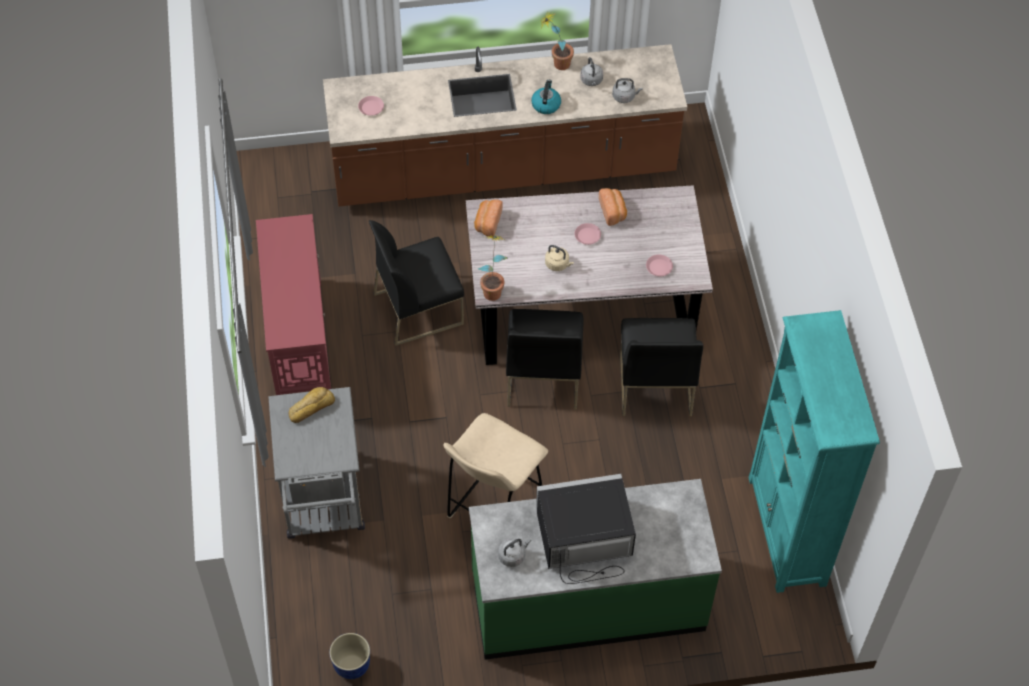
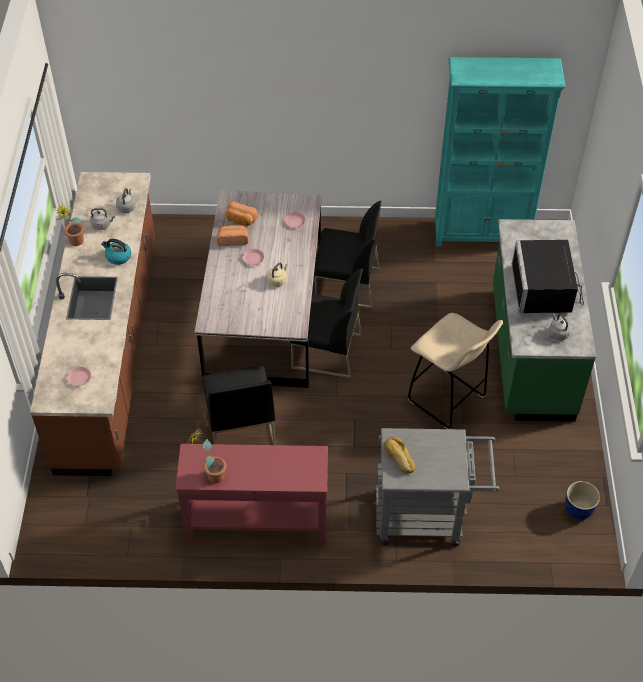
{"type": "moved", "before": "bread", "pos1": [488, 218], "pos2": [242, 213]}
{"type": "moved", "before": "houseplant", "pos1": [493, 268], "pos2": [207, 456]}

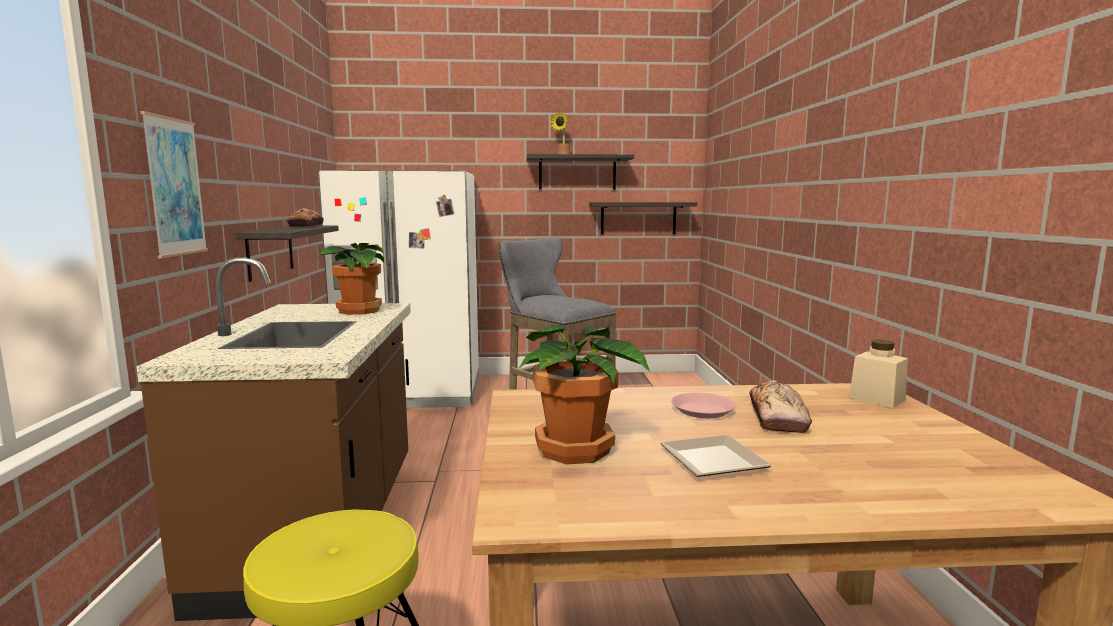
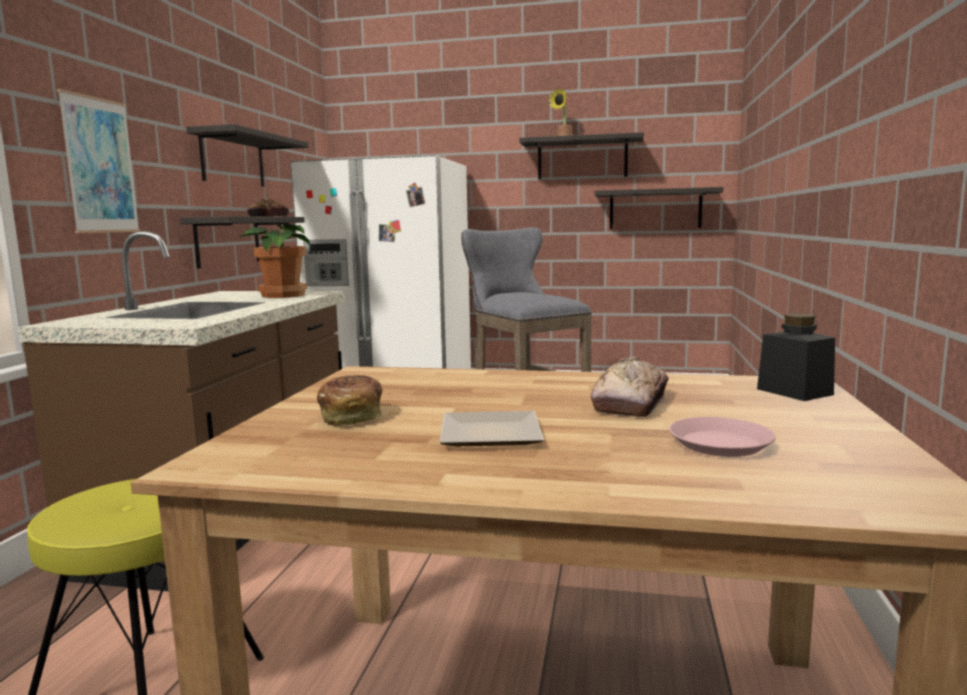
{"type": "added", "after": "bracket shelf", "pos2": [247, 155]}
{"type": "moved", "before": "pinkish flat dish", "pos1": [703, 405], "pos2": [722, 437]}
{"type": "replaced", "before": "houseplant", "after": "bread", "pos1": [584, 394], "pos2": [349, 400]}
{"type": "recoloured", "before": "sand-coloured preserve jar", "after": "black-coloured preserve jar", "pos1": [878, 373], "pos2": [796, 357]}

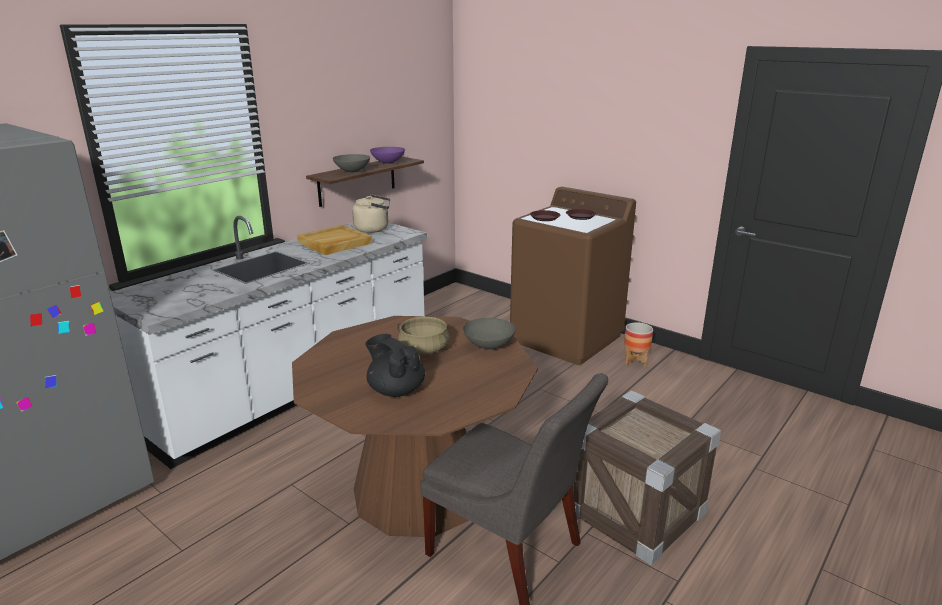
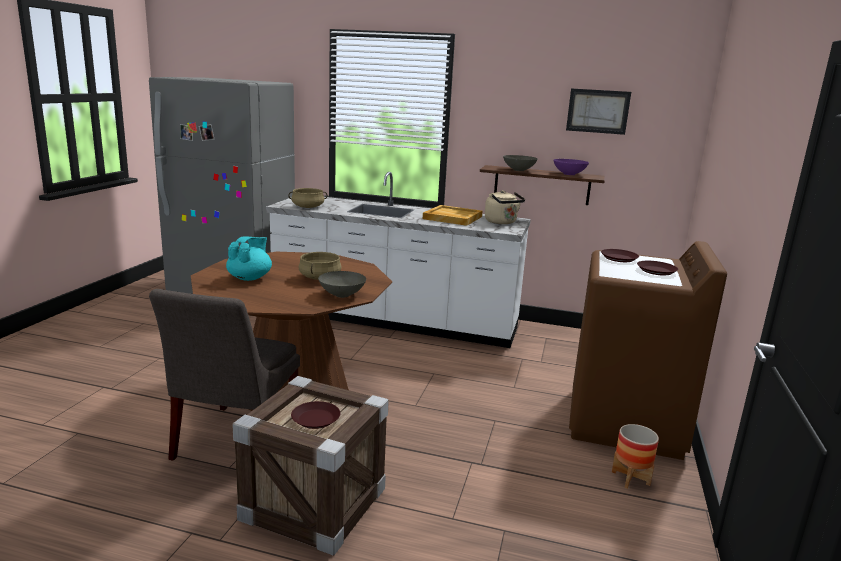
{"type": "added", "after": "sand-coloured saucepot", "pos2": [308, 198]}
{"type": "added", "after": "brownish flat dish", "pos2": [315, 415]}
{"type": "added", "after": "wall art", "pos2": [598, 111]}
{"type": "recoloured", "before": "black-coloured pot for tea", "after": "blue-green pot for tea", "pos1": [395, 365], "pos2": [249, 258]}

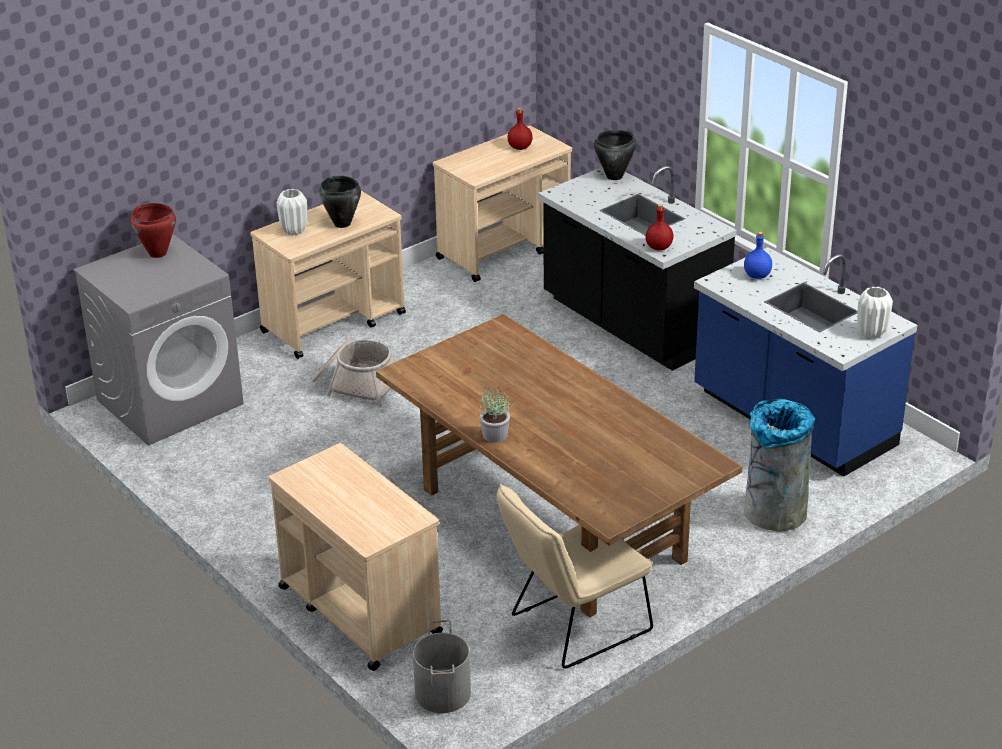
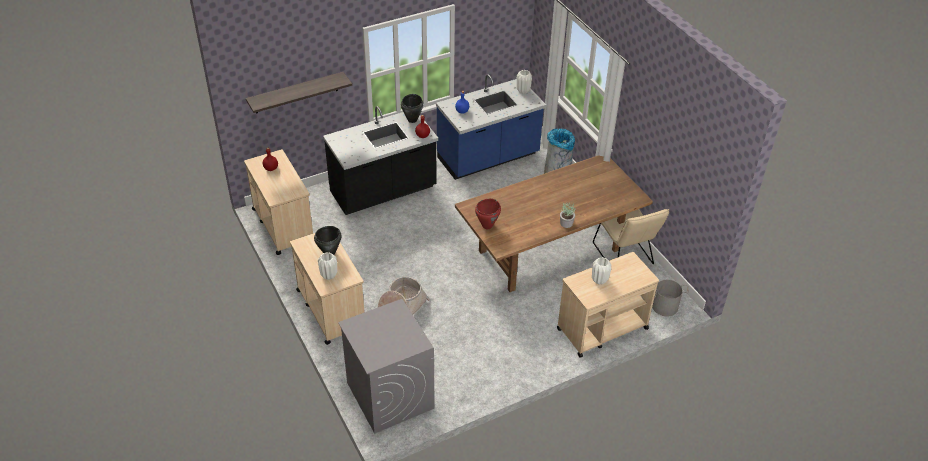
{"type": "added", "after": "bracket shelf", "pos2": [299, 93]}
{"type": "added", "after": "white vase", "pos2": [601, 271]}
{"type": "moved", "before": "reddish saucepot", "pos1": [153, 230], "pos2": [488, 214]}
{"type": "moved", "before": "black-coloured saucepot", "pos1": [615, 155], "pos2": [412, 108]}

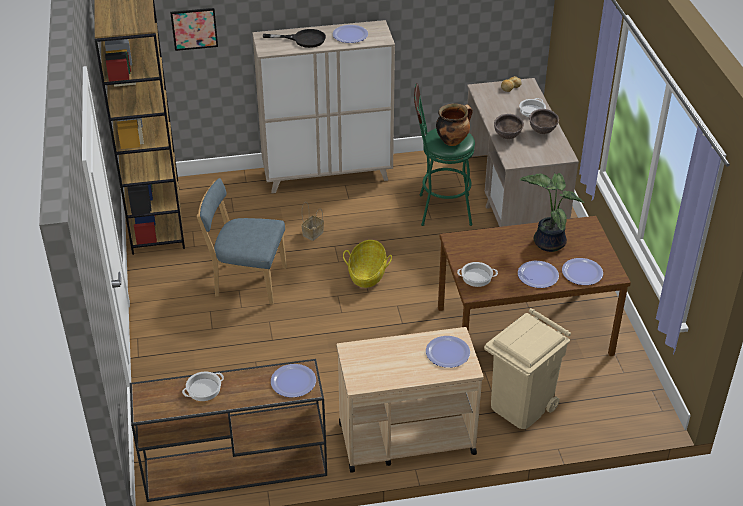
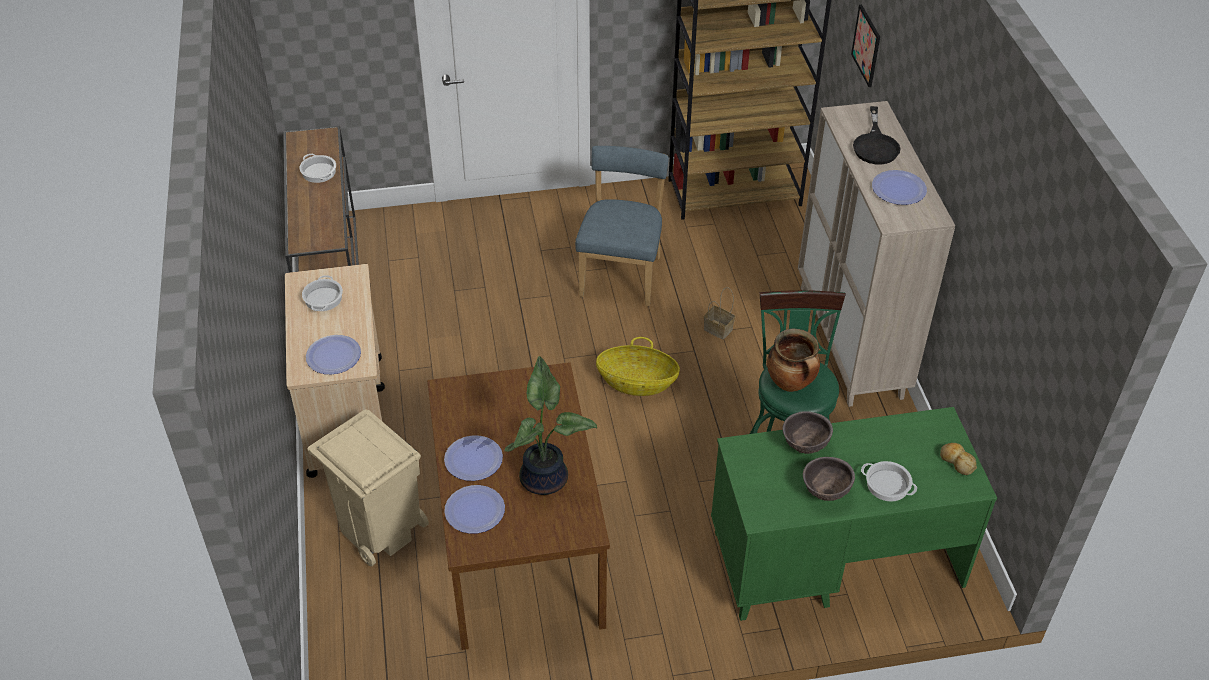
{"type": "removed", "before": "flat dish", "pos1": [293, 380]}
{"type": "moved", "before": "saucepot", "pos1": [477, 274], "pos2": [322, 293]}
{"type": "recoloured", "before": "sand-coloured desk", "after": "greenish desk", "pos1": [523, 152], "pos2": [854, 514]}

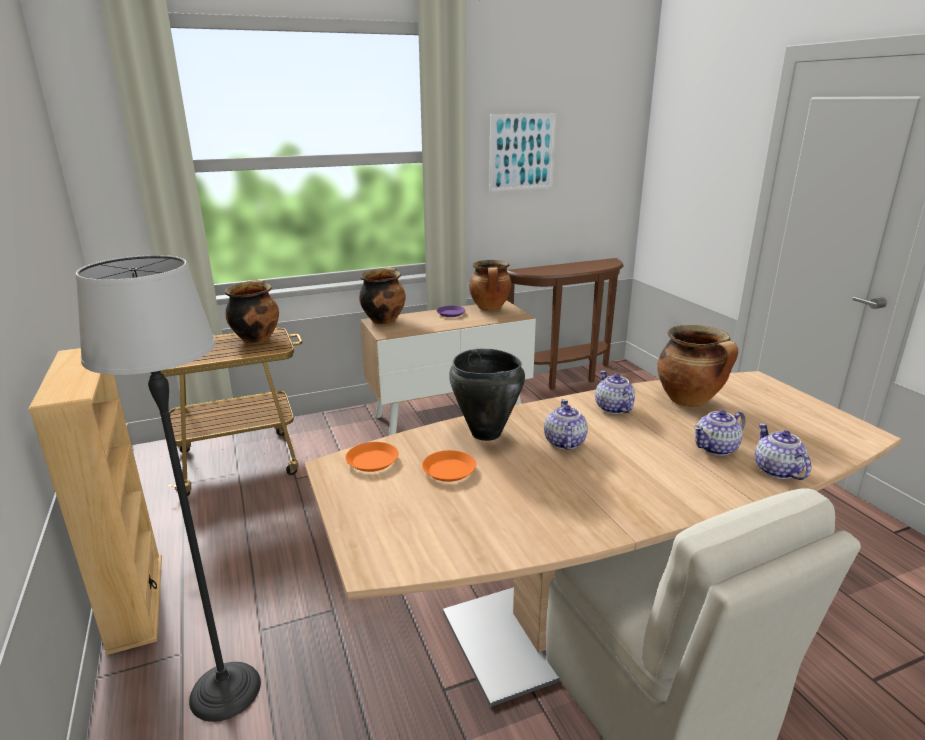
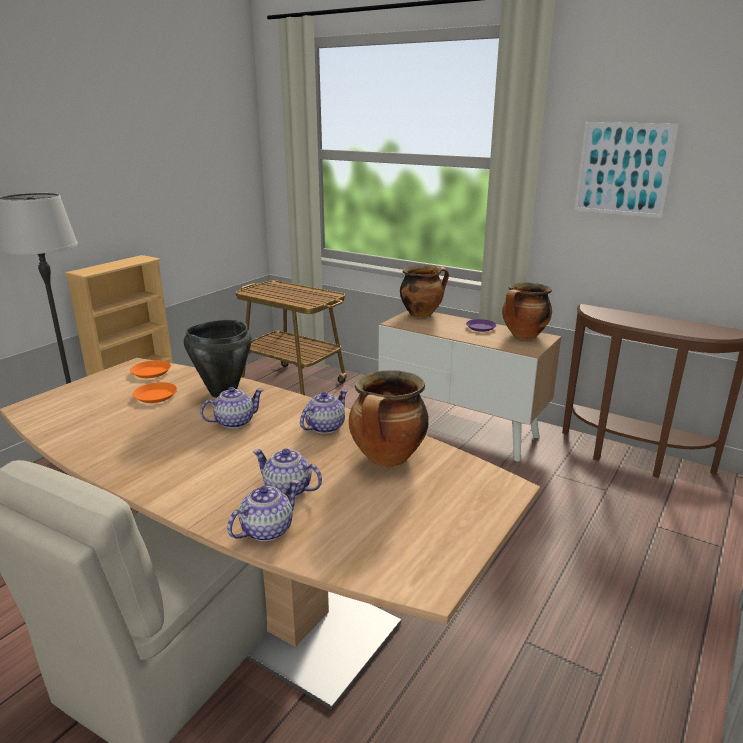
{"type": "removed", "before": "saucepot", "pos1": [252, 312]}

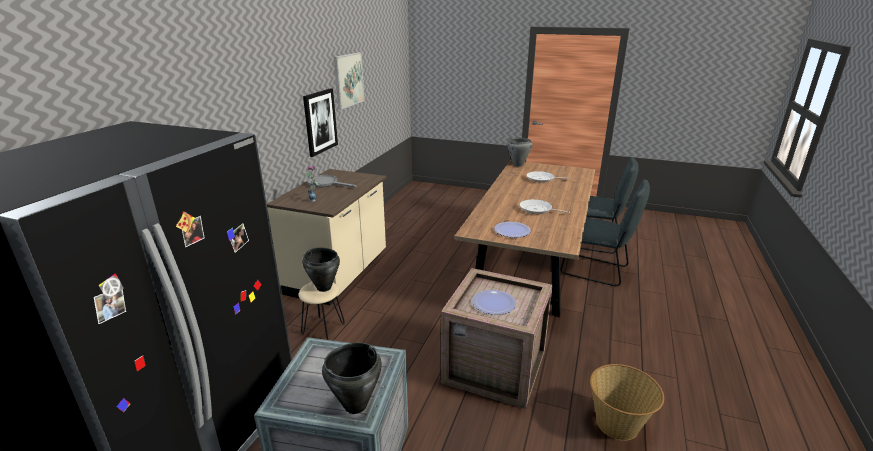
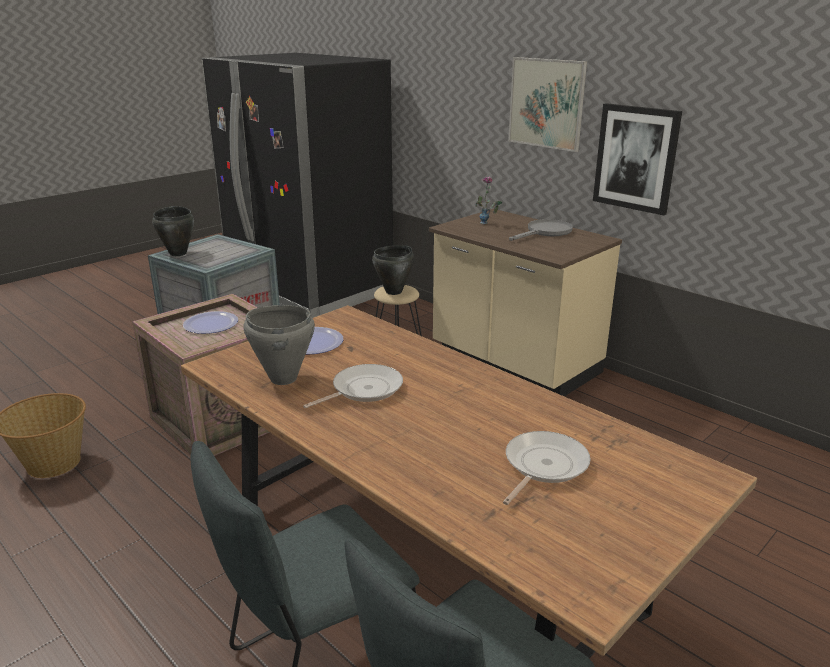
{"type": "moved", "before": "wall art", "pos1": [349, 81], "pos2": [547, 104]}
{"type": "moved", "before": "greyish saucepot", "pos1": [519, 152], "pos2": [279, 345]}

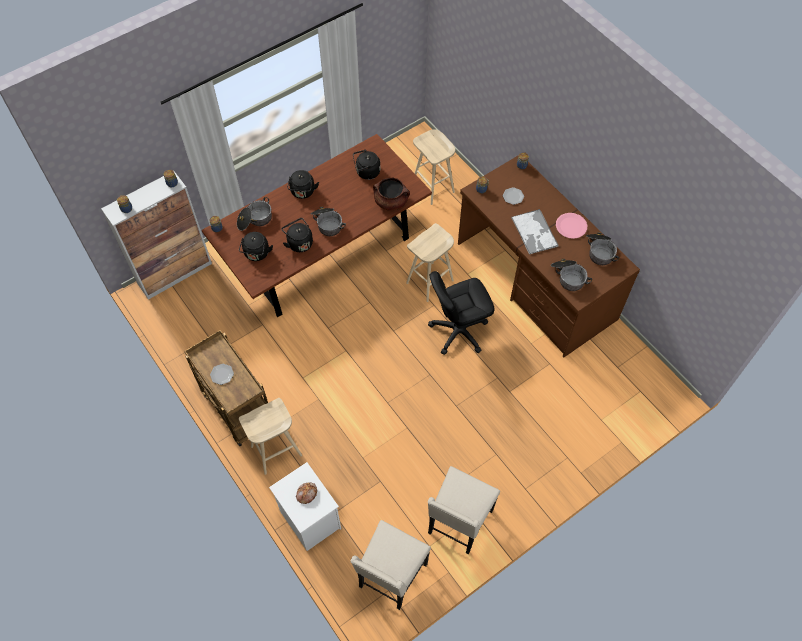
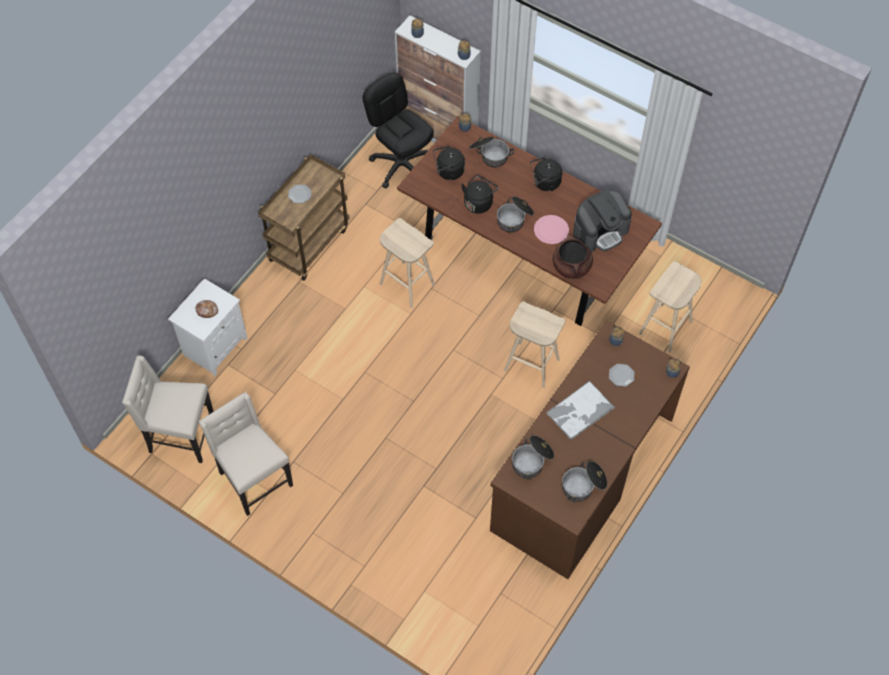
{"type": "moved", "before": "sand-coloured stool", "pos1": [270, 436], "pos2": [407, 263]}
{"type": "moved", "before": "black-coloured office chair", "pos1": [461, 313], "pos2": [398, 130]}
{"type": "moved", "before": "pinkish flat dish", "pos1": [571, 226], "pos2": [551, 229]}
{"type": "replaced", "before": "black-coloured kettle", "after": "coffee brewer", "pos1": [366, 165], "pos2": [602, 221]}
{"type": "turned", "before": "sand-coloured plain chair", "pos1": [464, 510], "pos2": [246, 454], "turn": 45}

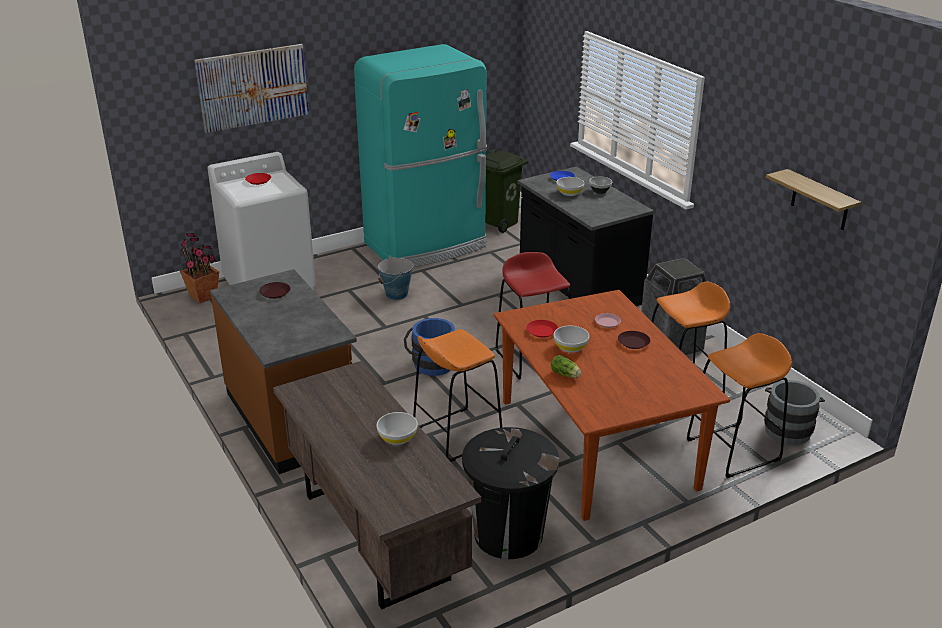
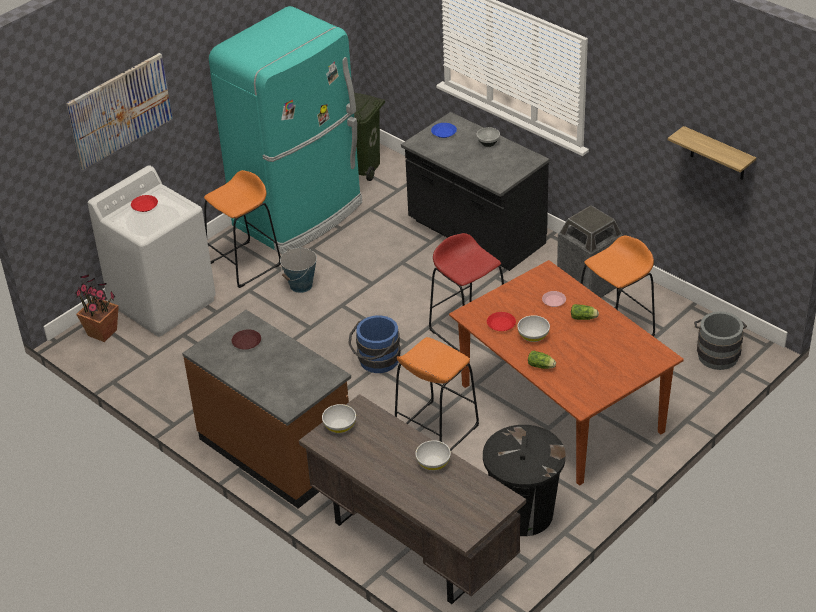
{"type": "moved", "before": "white bowl", "pos1": [570, 186], "pos2": [339, 418]}
{"type": "moved", "before": "orange-coloured stool", "pos1": [739, 405], "pos2": [242, 229]}
{"type": "replaced", "before": "brownish flat dish", "after": "lettuce", "pos1": [634, 340], "pos2": [585, 312]}

